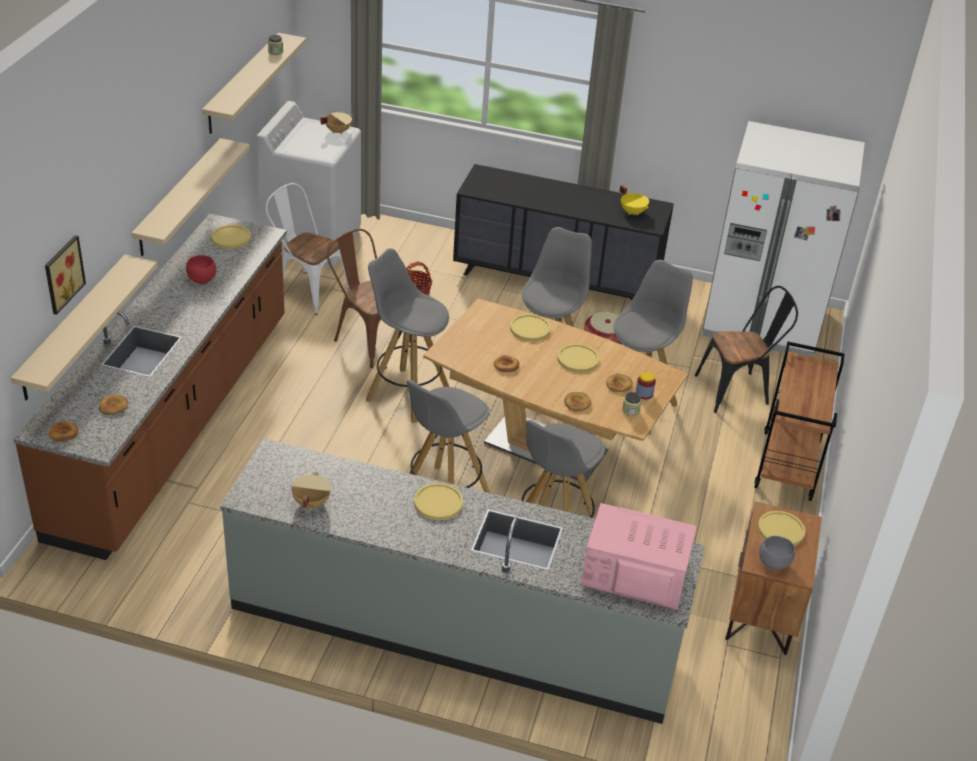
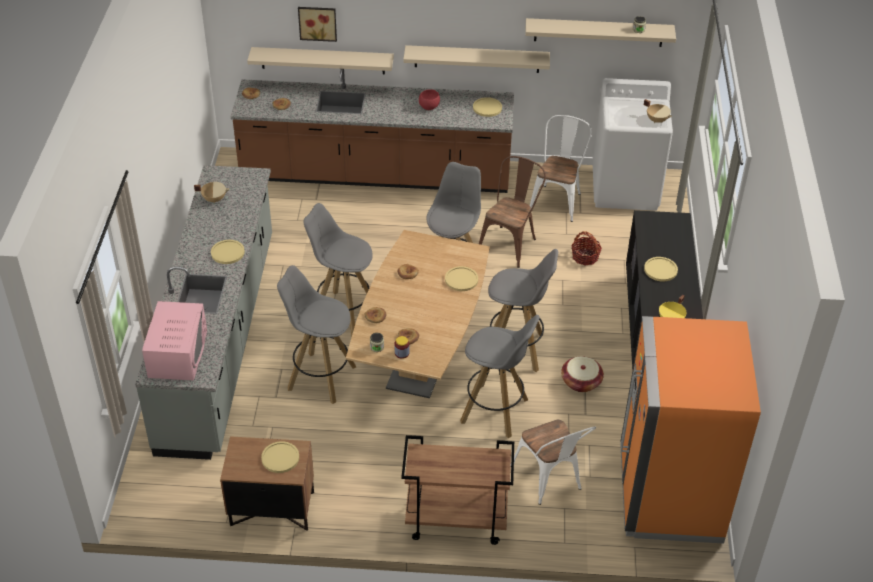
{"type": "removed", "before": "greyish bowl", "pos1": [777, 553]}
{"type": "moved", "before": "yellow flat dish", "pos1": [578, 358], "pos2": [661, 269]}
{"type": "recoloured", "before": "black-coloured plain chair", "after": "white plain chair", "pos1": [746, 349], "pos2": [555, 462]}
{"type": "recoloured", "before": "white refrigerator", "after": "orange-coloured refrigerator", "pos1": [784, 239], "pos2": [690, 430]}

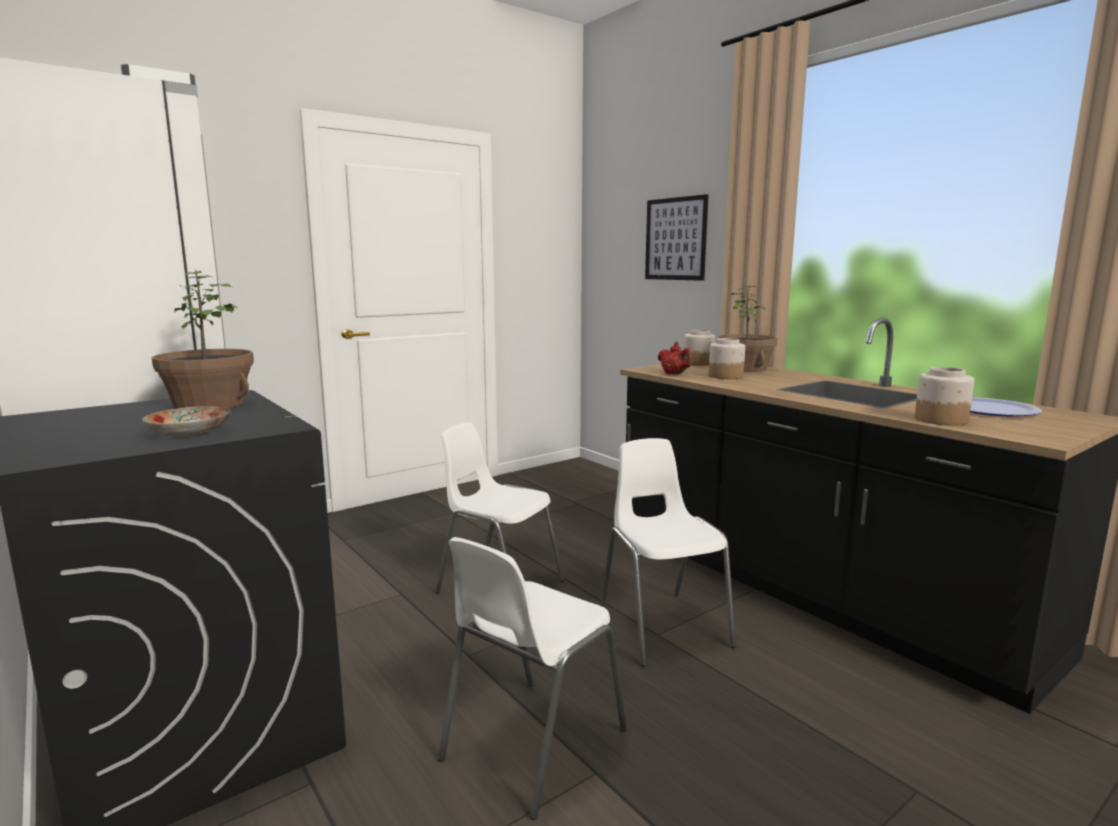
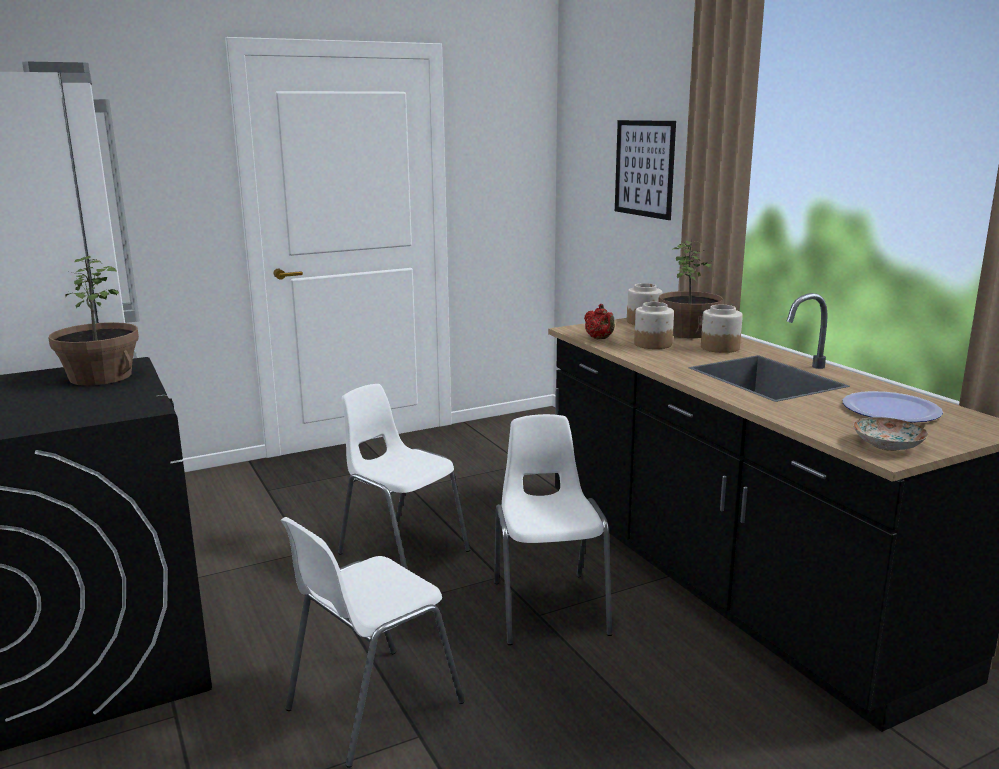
{"type": "moved", "before": "flat dish", "pos1": [186, 422], "pos2": [890, 434]}
{"type": "moved", "before": "preserve jar", "pos1": [944, 396], "pos2": [722, 329]}

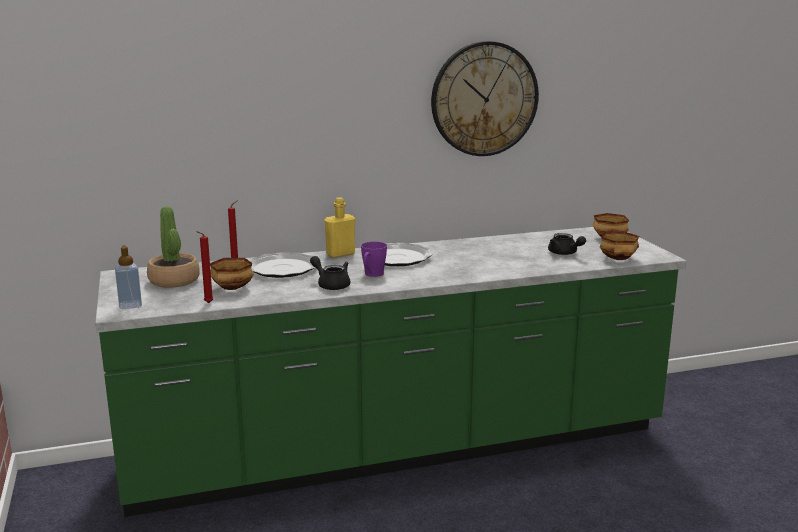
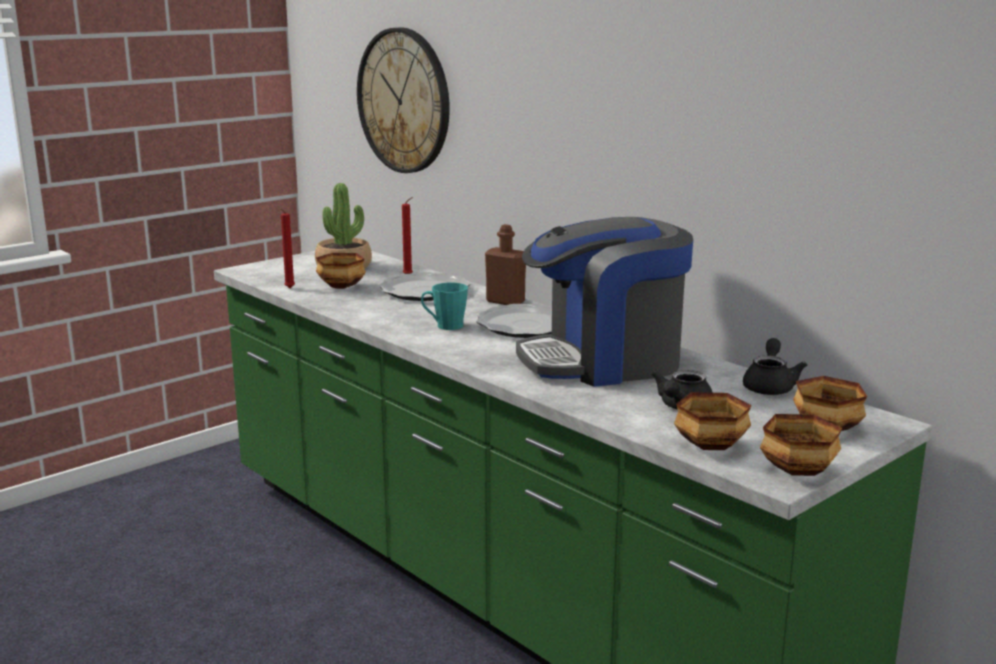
{"type": "removed", "before": "soap bottle", "pos1": [128, 277]}
{"type": "added", "after": "coffee brewer", "pos2": [604, 302]}
{"type": "added", "after": "bowl", "pos2": [801, 445]}
{"type": "moved", "before": "black-coloured pot for tea", "pos1": [330, 273], "pos2": [775, 366]}
{"type": "moved", "before": "wall clock", "pos1": [485, 98], "pos2": [403, 100]}
{"type": "recoloured", "before": "yellow bottle", "after": "brownish bottle", "pos1": [340, 227], "pos2": [505, 264]}
{"type": "recoloured", "before": "purple-coloured tea mug", "after": "blue-green tea mug", "pos1": [374, 259], "pos2": [444, 306]}

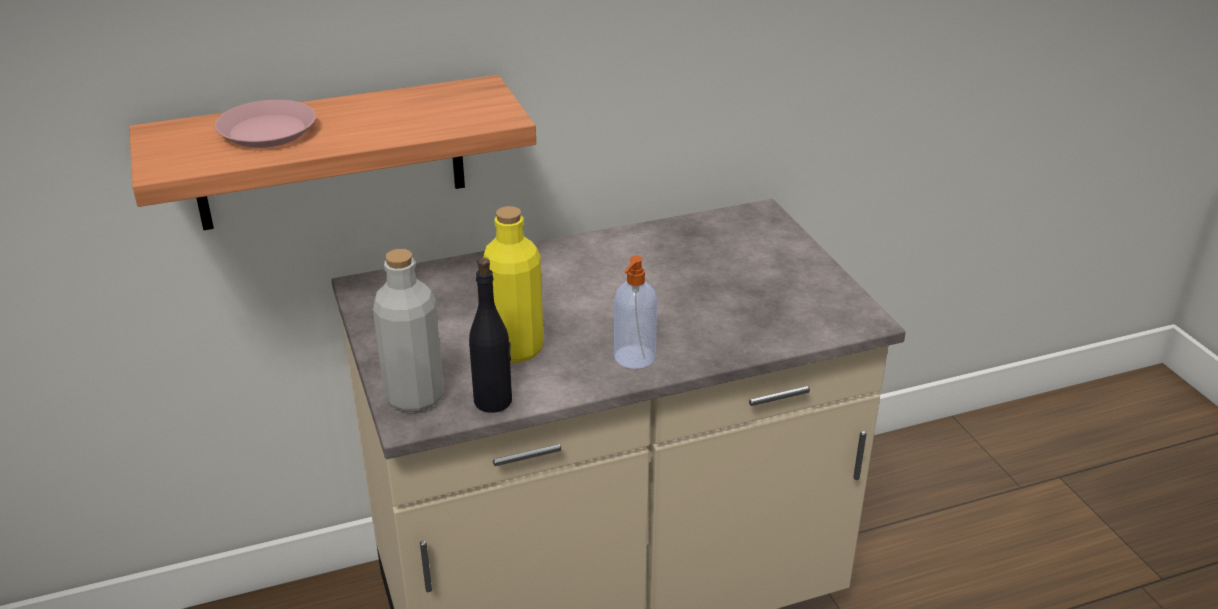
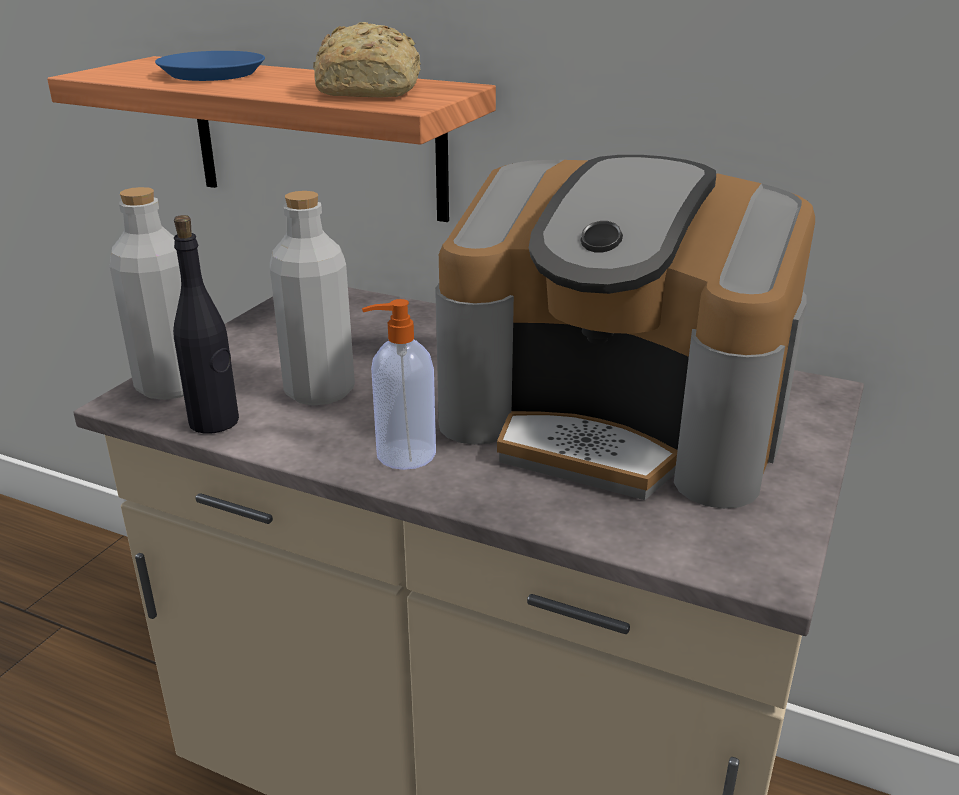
{"type": "added", "after": "bread", "pos2": [367, 59]}
{"type": "added", "after": "coffee brewer", "pos2": [625, 332]}
{"type": "recoloured", "before": "pinkish flat dish", "after": "bluish flat dish", "pos1": [265, 124], "pos2": [210, 66]}
{"type": "recoloured", "before": "yellow bottle", "after": "greyish bottle", "pos1": [513, 284], "pos2": [312, 298]}

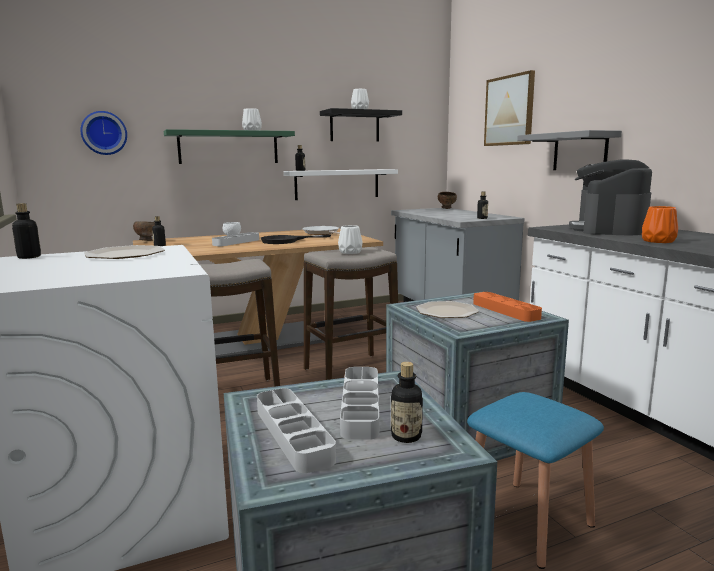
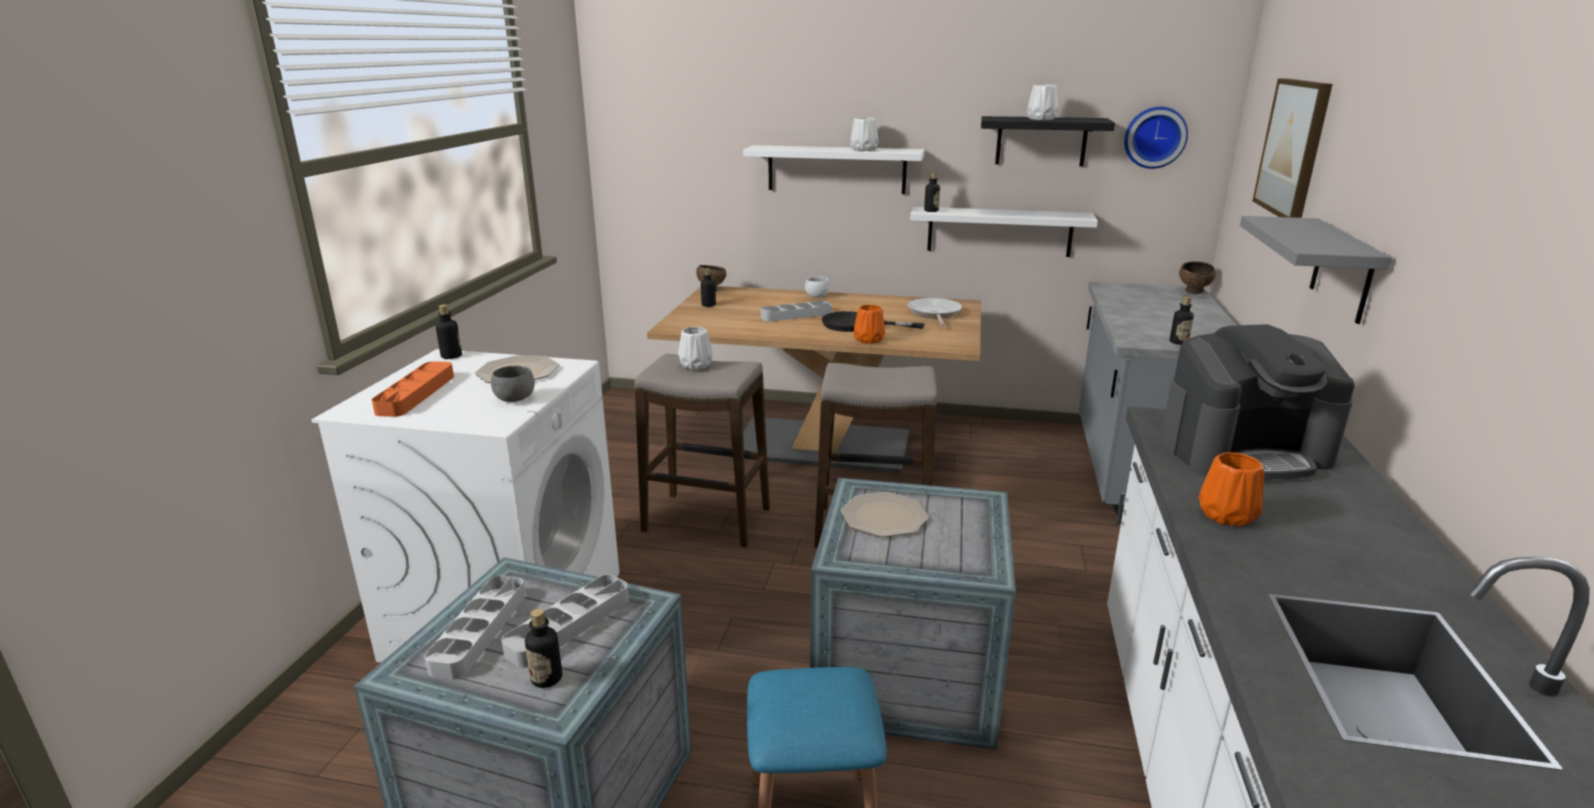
{"type": "added", "after": "greyish bowl", "pos2": [513, 383]}
{"type": "added", "after": "orange-coloured vase", "pos2": [869, 324]}
{"type": "moved", "before": "wall clock", "pos1": [103, 133], "pos2": [1156, 138]}
{"type": "moved", "before": "white vase", "pos1": [350, 239], "pos2": [695, 348]}
{"type": "moved", "before": "orange-coloured tray", "pos1": [507, 307], "pos2": [413, 389]}
{"type": "recoloured", "before": "greenish bracket shelf", "after": "white bracket shelf", "pos1": [229, 146], "pos2": [833, 169]}
{"type": "turned", "before": "coffee brewer", "pos1": [610, 197], "pos2": [1257, 402], "turn": -150}

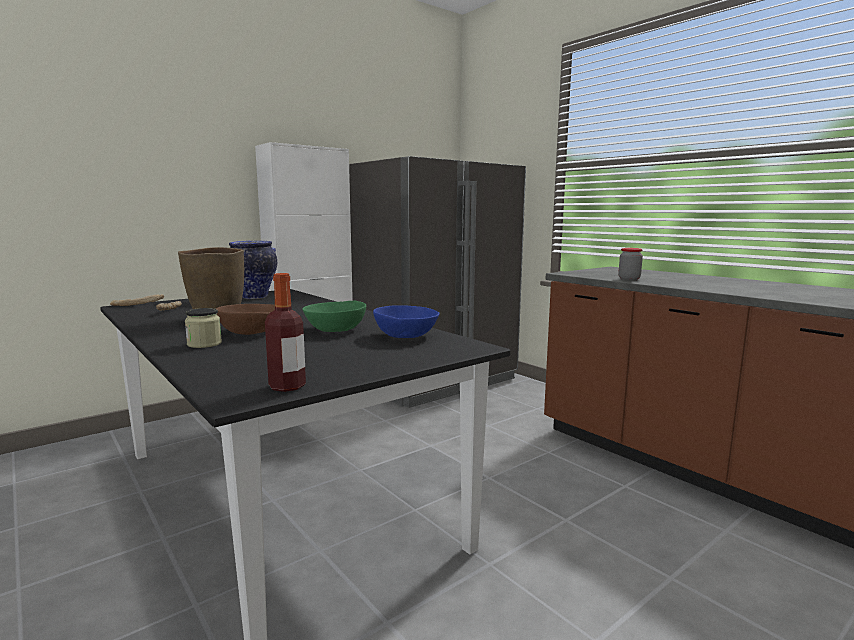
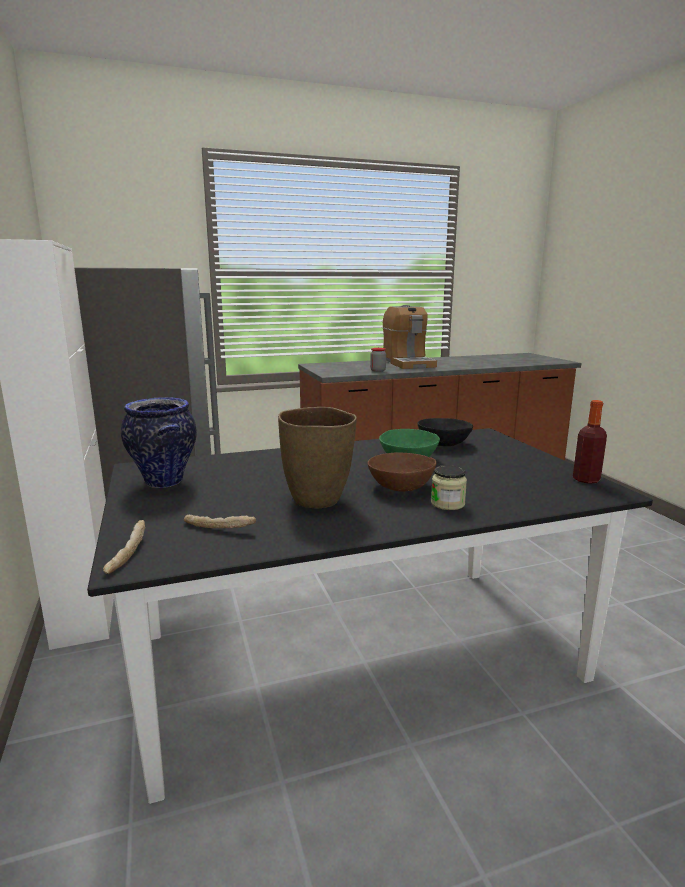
{"type": "added", "after": "coffee brewer", "pos2": [410, 337]}
{"type": "recoloured", "before": "bluish bowl", "after": "black-coloured bowl", "pos1": [406, 321], "pos2": [445, 432]}

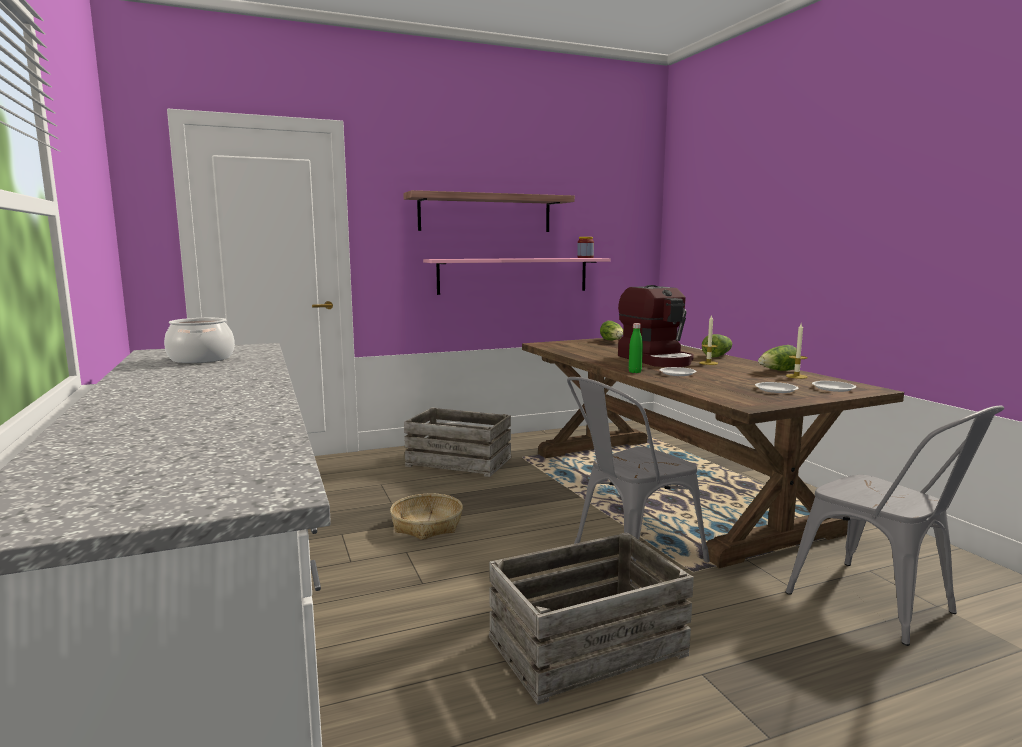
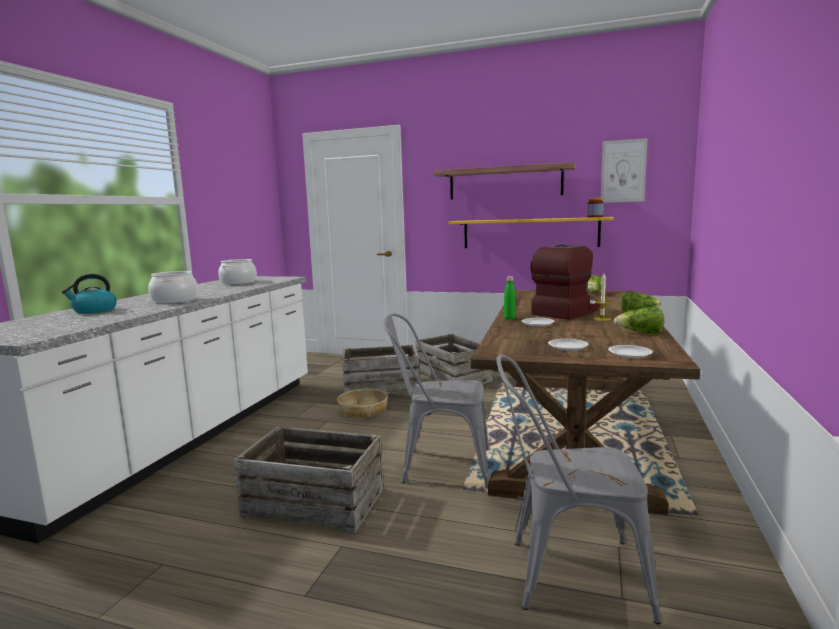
{"type": "removed", "before": "candle", "pos1": [797, 351]}
{"type": "added", "after": "kettle", "pos2": [89, 294]}
{"type": "added", "after": "saucepot", "pos2": [173, 287]}
{"type": "added", "after": "crate", "pos2": [380, 369]}
{"type": "added", "after": "wall art", "pos2": [624, 170]}
{"type": "recoloured", "before": "pinkish bracket shelf", "after": "yellow bracket shelf", "pos1": [516, 276], "pos2": [531, 232]}
{"type": "turned", "before": "coffee brewer", "pos1": [656, 326], "pos2": [565, 282], "turn": -150}
{"type": "turned", "before": "greyish plain chair", "pos1": [894, 526], "pos2": [579, 489], "turn": 90}

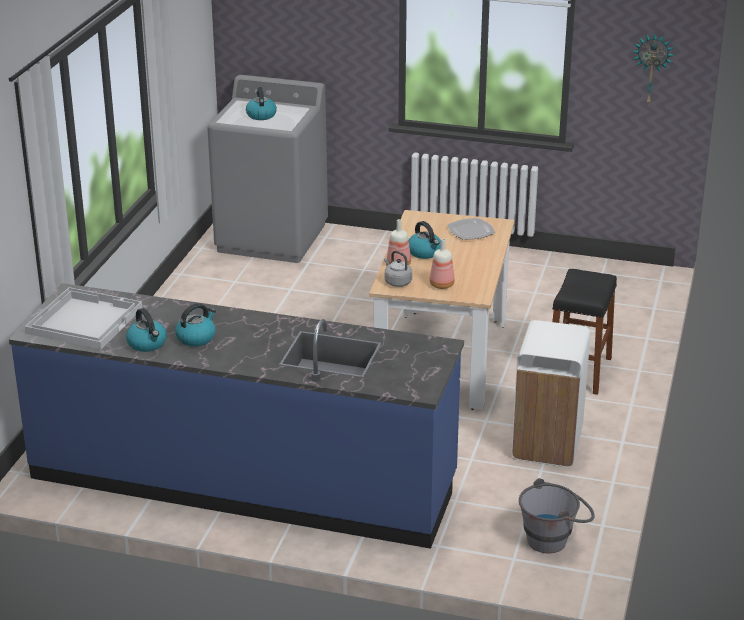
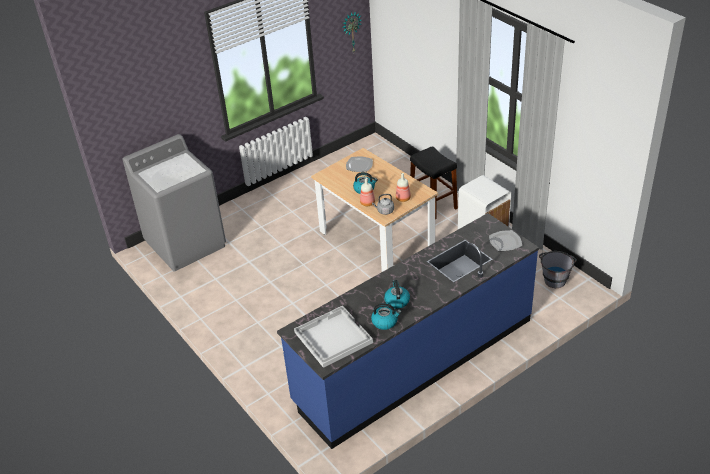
{"type": "removed", "before": "kettle", "pos1": [261, 103]}
{"type": "added", "after": "flat dish", "pos2": [505, 240]}

